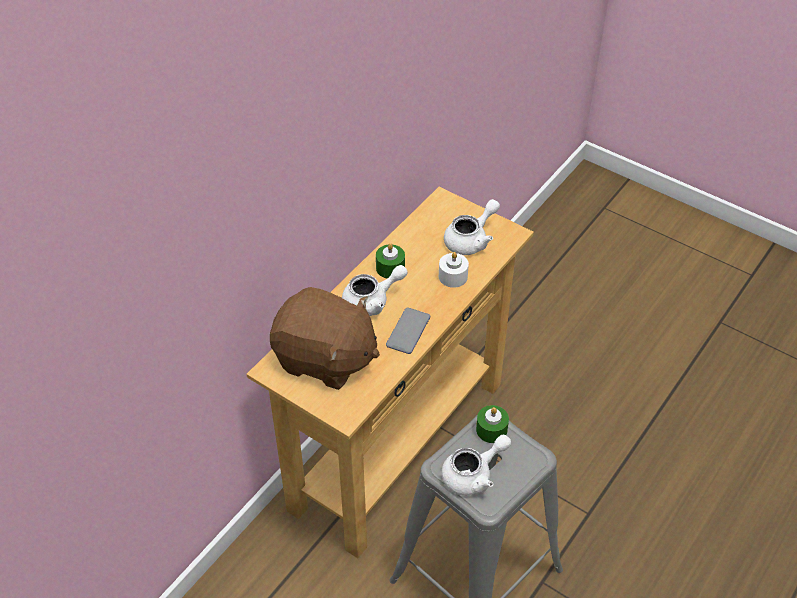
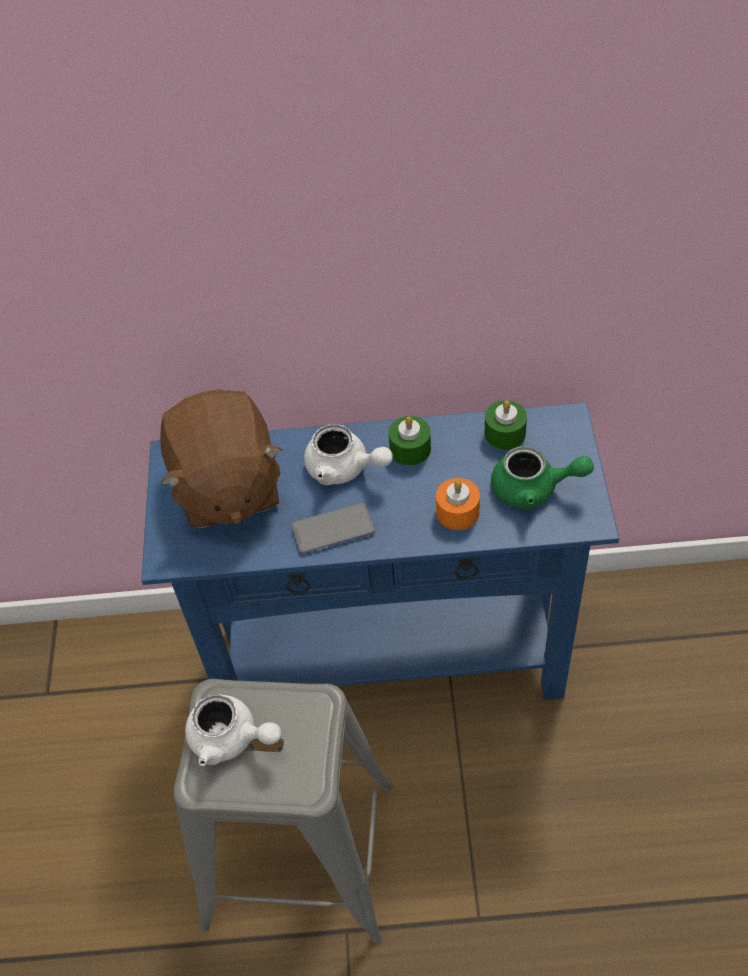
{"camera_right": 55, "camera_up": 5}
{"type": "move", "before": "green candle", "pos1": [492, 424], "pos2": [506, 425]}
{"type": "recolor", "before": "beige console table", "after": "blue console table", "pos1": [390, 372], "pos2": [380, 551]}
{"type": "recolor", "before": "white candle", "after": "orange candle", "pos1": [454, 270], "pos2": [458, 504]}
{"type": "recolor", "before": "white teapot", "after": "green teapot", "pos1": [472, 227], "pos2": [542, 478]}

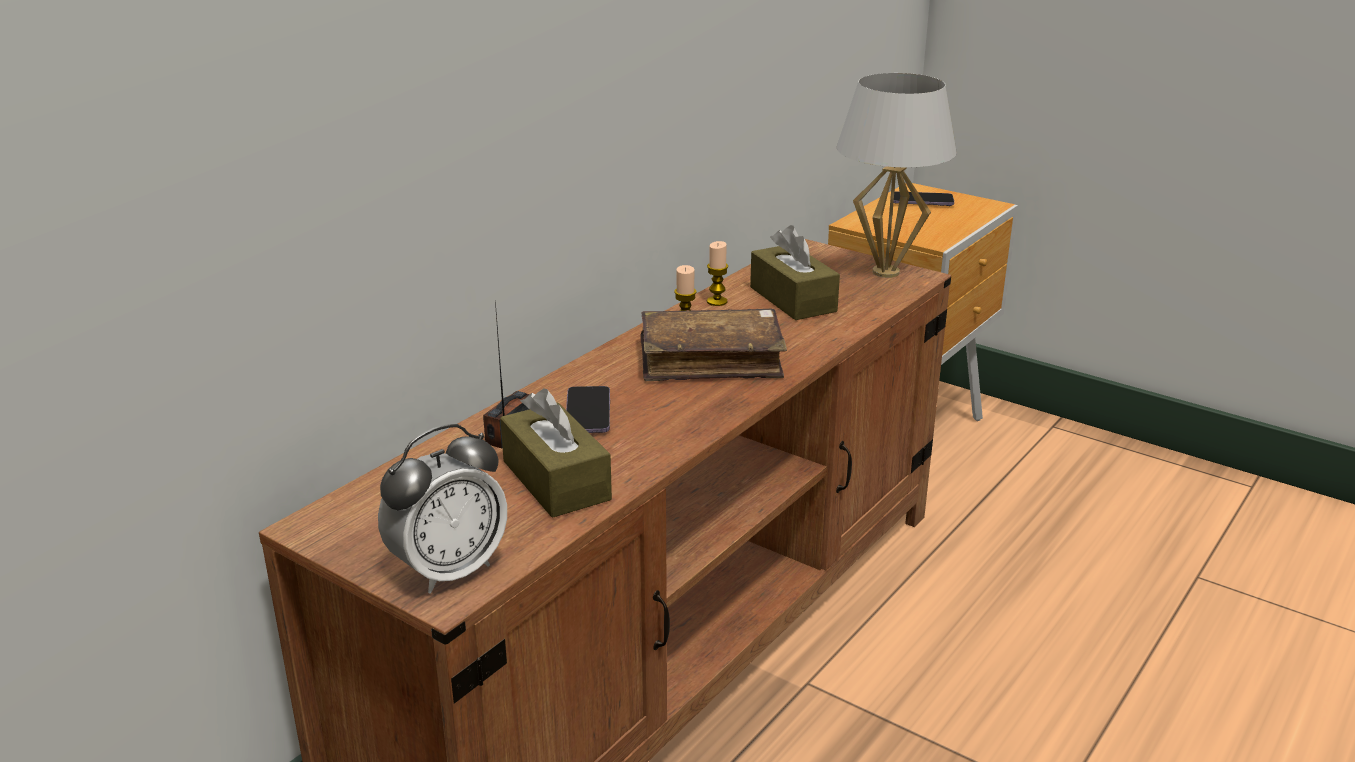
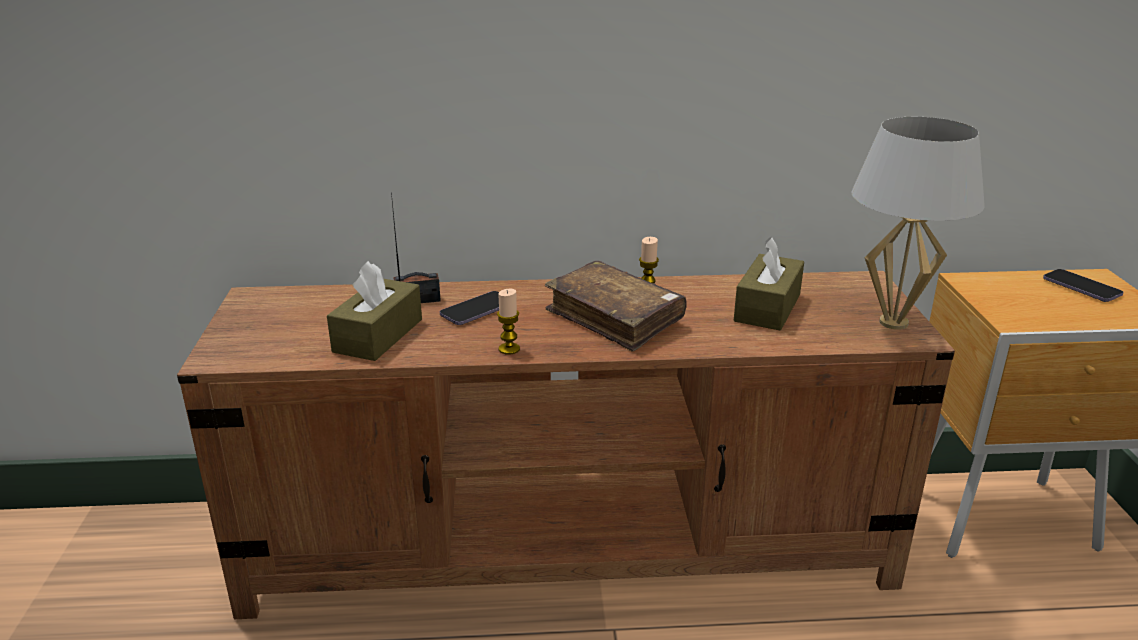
{"camera_right": 50, "camera_up": 0}
{"type": "delete", "before": "alarm clock", "pos1": [442, 509]}
{"type": "move", "before": "candle", "pos1": [717, 273], "pos2": [508, 322]}

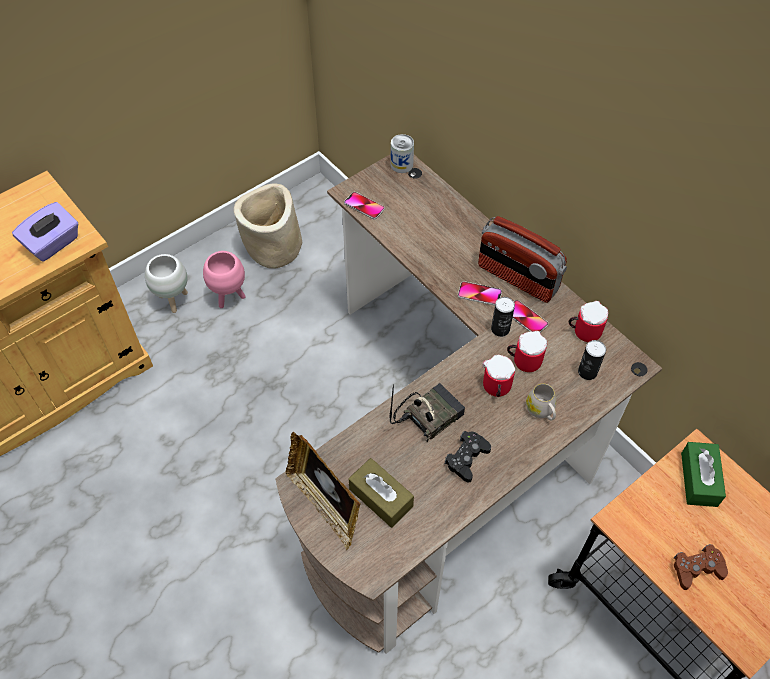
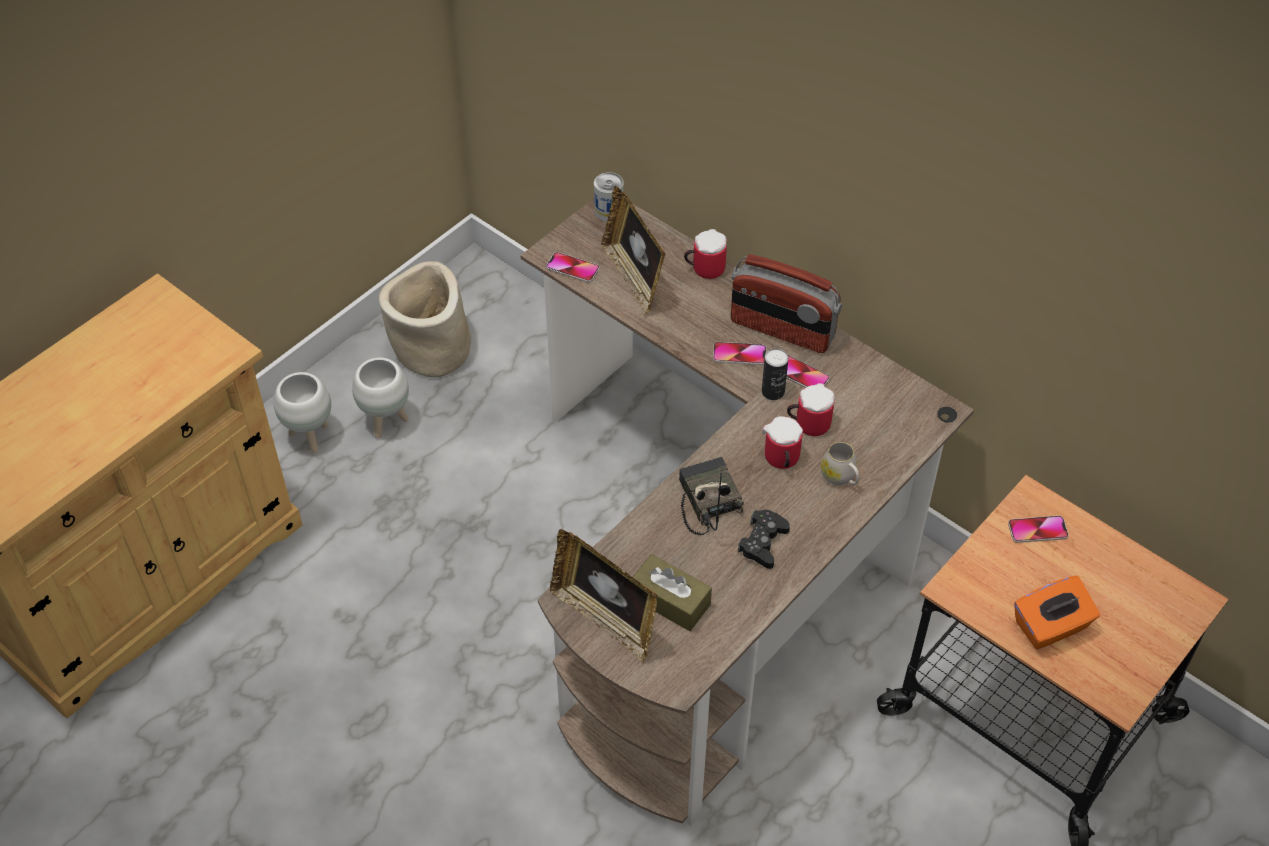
{"camera_right": -10, "camera_up": -5}
{"type": "delete", "before": "purple tissue box", "pos1": [45, 232]}
{"type": "delete", "before": "can", "pos1": [592, 360]}
{"type": "insert", "after": "picture frame", "pos2": [633, 250]}
{"type": "move", "before": "mug", "pos1": [588, 321], "pos2": [705, 254]}
{"type": "replace", "before": "brown game controller", "after": "orange tissue box", "pos1": [701, 567], "pos2": [1057, 612]}
{"type": "replace", "before": "green tissue box", "after": "phone", "pos1": [703, 474], "pos2": [1038, 529]}
{"type": "recolor", "before": "pink planter", "after": "white planter", "pos1": [224, 279], "pos2": [380, 398]}
{"type": "rotate", "before": "radio", "pos1": [427, 412], "pos2": [711, 496], "turn": -60}

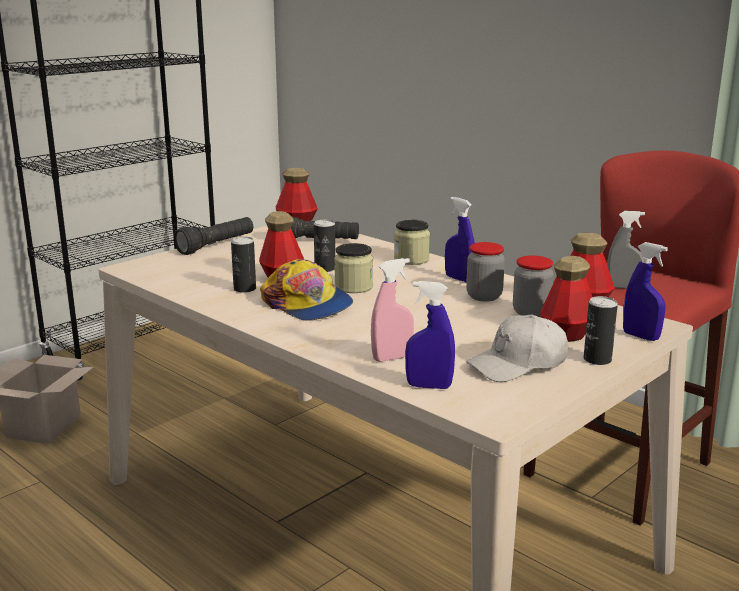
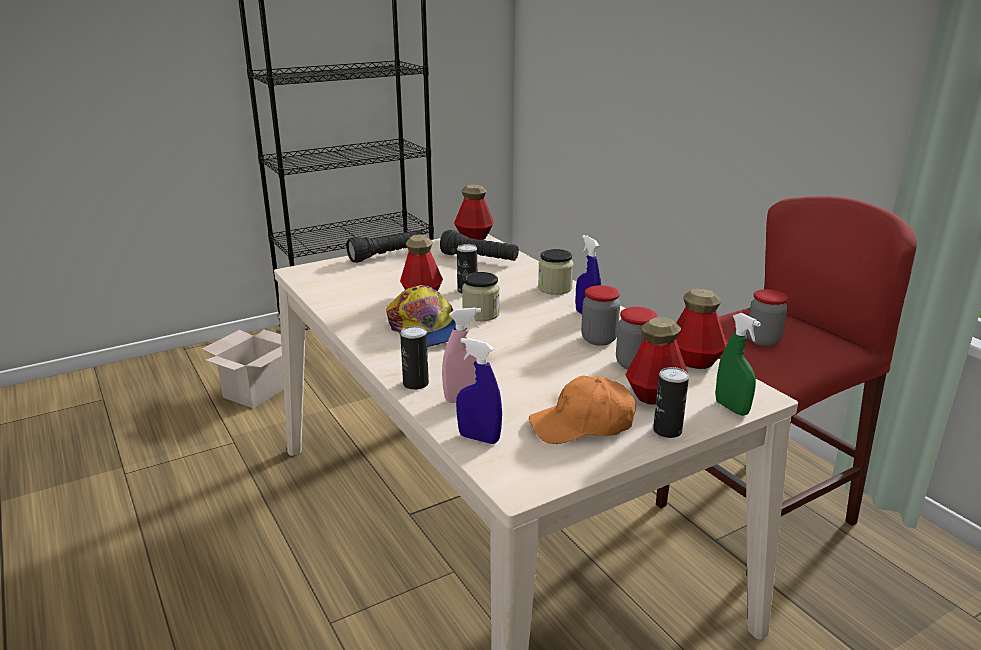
{"camera_right": 15, "camera_up": 5}
{"type": "move", "before": "can", "pos1": [243, 264], "pos2": [414, 358]}
{"type": "replace", "before": "grey spray bottle", "after": "jar", "pos1": [626, 250], "pos2": [767, 317]}
{"type": "recolor", "before": "white cap", "after": "orange cap", "pos1": [517, 348], "pos2": [582, 410]}
{"type": "recolor", "before": "blue spray bottle", "after": "green spray bottle", "pos1": [645, 291], "pos2": [738, 364]}

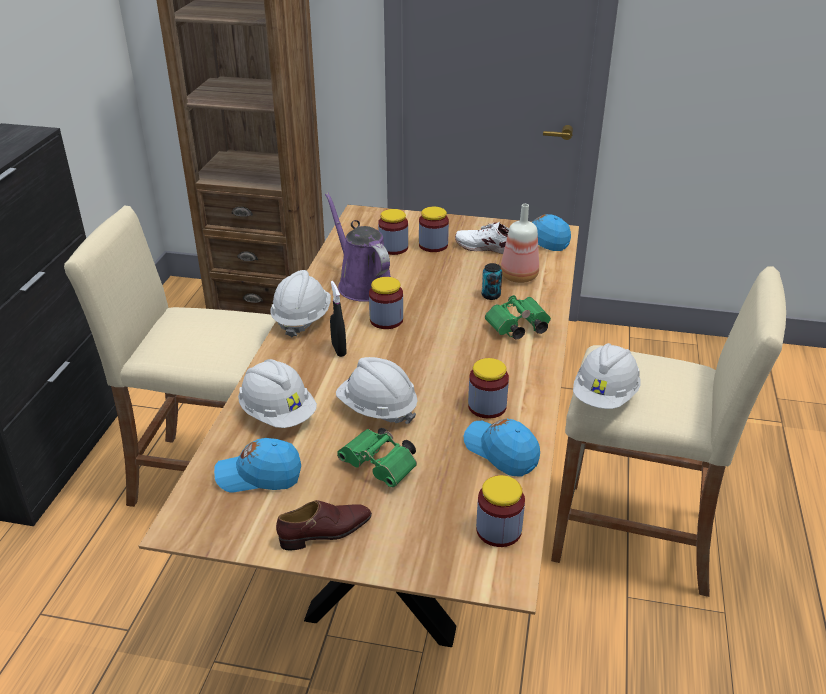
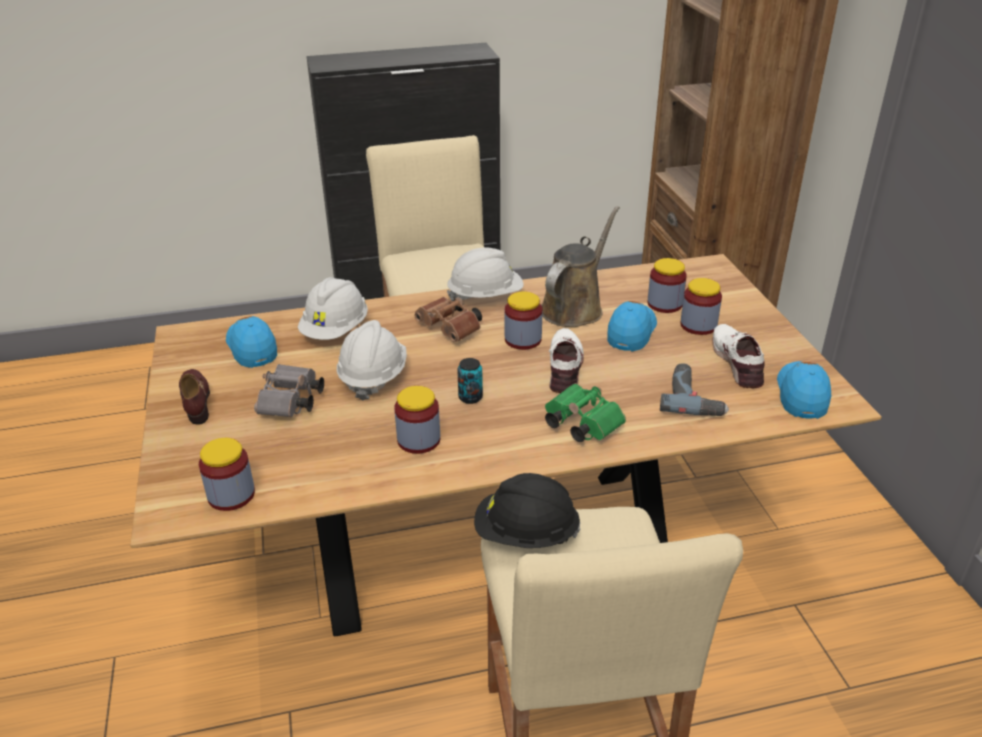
{"camera_right": 65, "camera_up": 0}
{"type": "insert", "after": "white shoe", "pos2": [566, 360]}
{"type": "move", "before": "blue cap", "pos1": [502, 447], "pos2": [632, 326]}
{"type": "move", "before": "can", "pos1": [492, 281], "pos2": [470, 381]}
{"type": "replace", "before": "black spray bottle", "after": "brown binoculars", "pos1": [338, 319], "pos2": [448, 319]}
{"type": "replace", "before": "bottle", "after": "power drill", "pos1": [520, 243], "pos2": [694, 389]}
{"type": "recolor", "before": "purple watering can", "after": "brown watering can", "pos1": [358, 247], "pos2": [580, 266]}
{"type": "recolor", "before": "green binoculars", "after": "grey binoculars", "pos1": [377, 457], "pos2": [289, 390]}
{"type": "recolor", "before": "white hard hat", "after": "black hard hat", "pos1": [607, 376], "pos2": [527, 510]}
{"type": "rotate", "before": "brown shoe", "pos1": [324, 525], "pos2": [194, 397], "turn": -150}

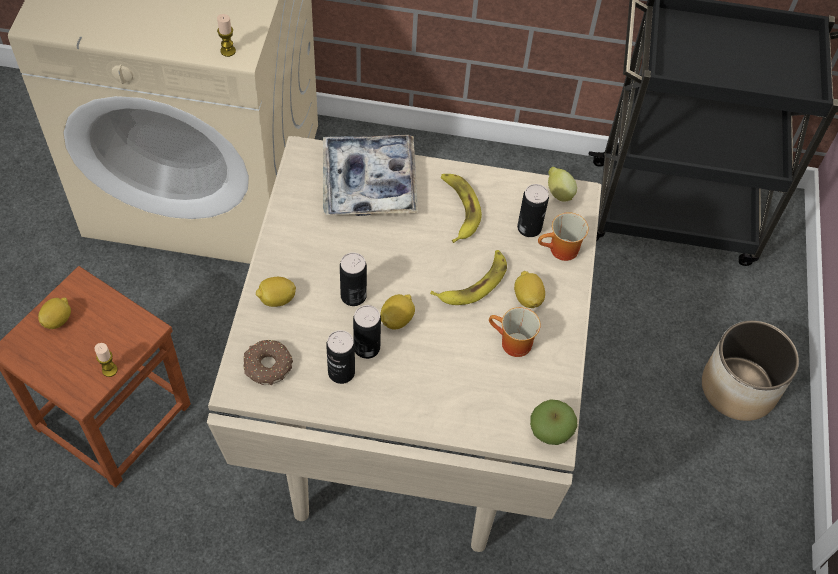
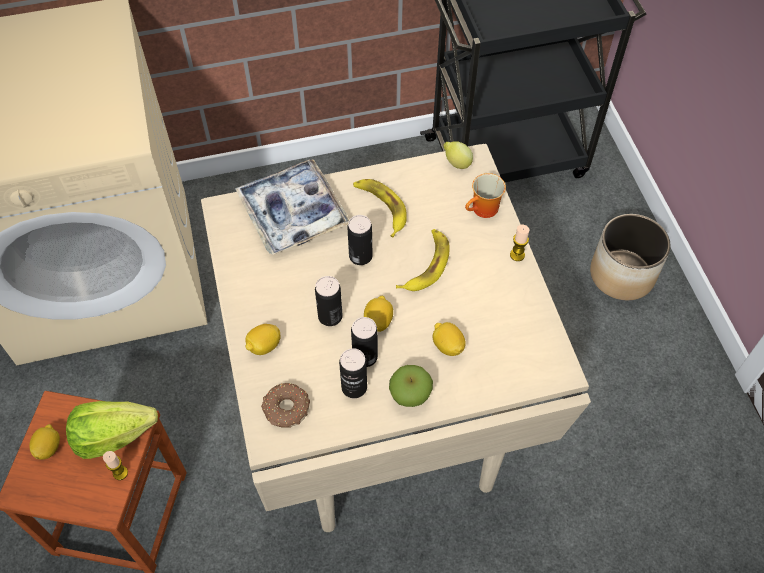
{"camera_right": -20, "camera_up": 0}
{"type": "delete", "before": "mug", "pos1": [515, 332]}
{"type": "insert", "after": "lettuce", "pos2": [112, 430]}
{"type": "move", "before": "candle", "pos1": [226, 35], "pos2": [520, 243]}
{"type": "move", "before": "lemon", "pos1": [529, 289], "pos2": [449, 339]}
{"type": "move", "before": "can", "pos1": [533, 210], "pos2": [359, 240]}
{"type": "move", "before": "apple", "pos1": [554, 422], "pos2": [411, 386]}

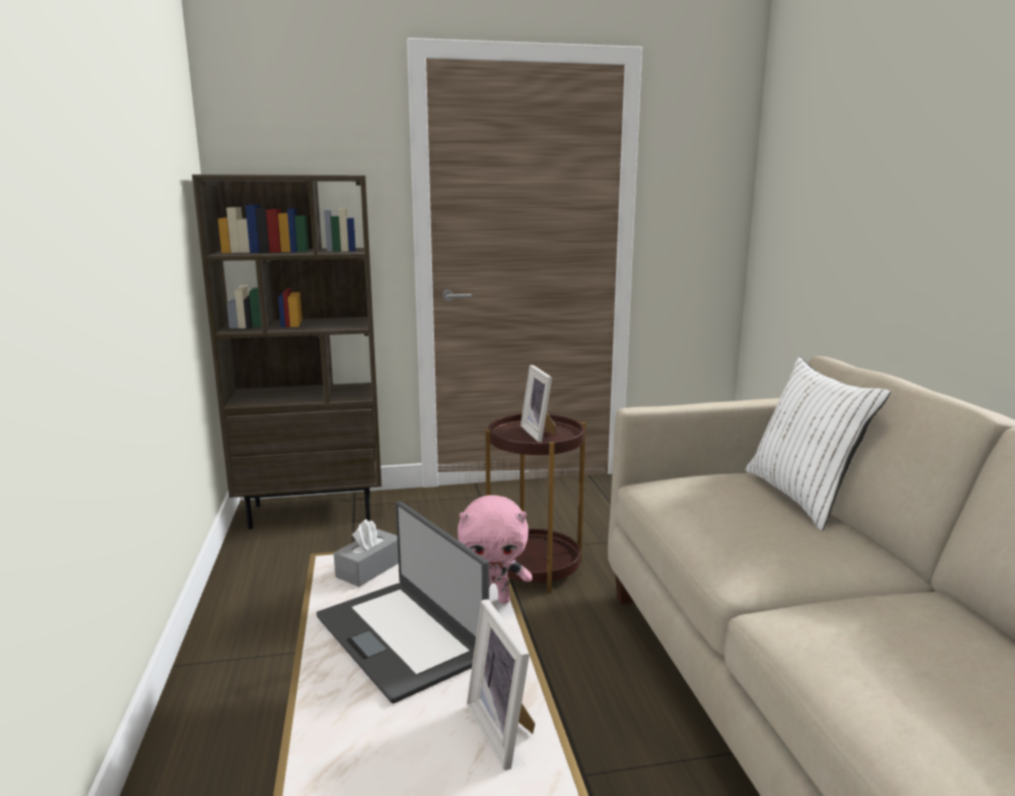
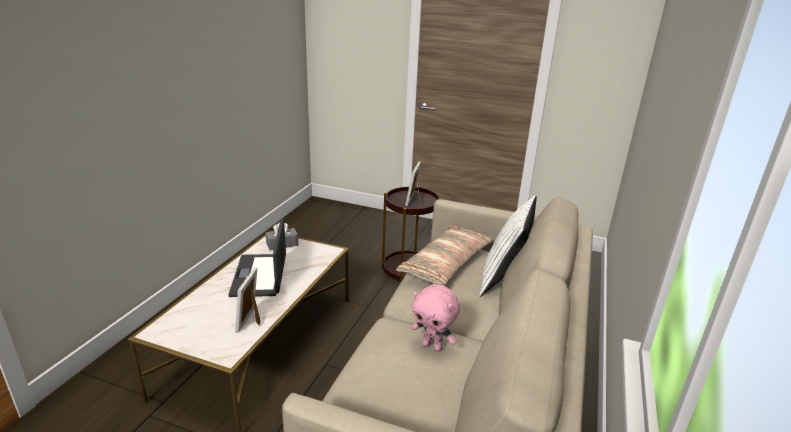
{"camera_right": 30, "camera_up": 10}
{"type": "delete", "before": "brown bookcase", "pos1": [287, 351]}
{"type": "insert", "after": "pillow", "pos2": [444, 255]}
{"type": "move", "before": "pink plush toy", "pos1": [494, 549], "pos2": [435, 318]}

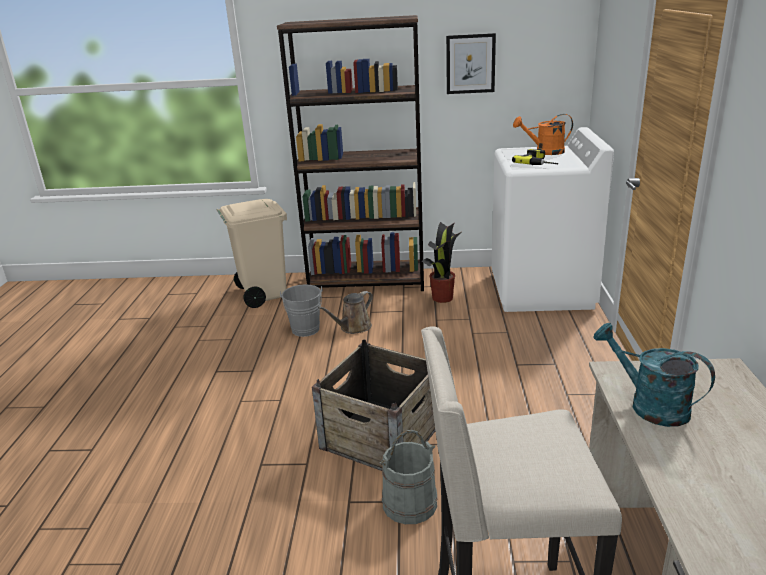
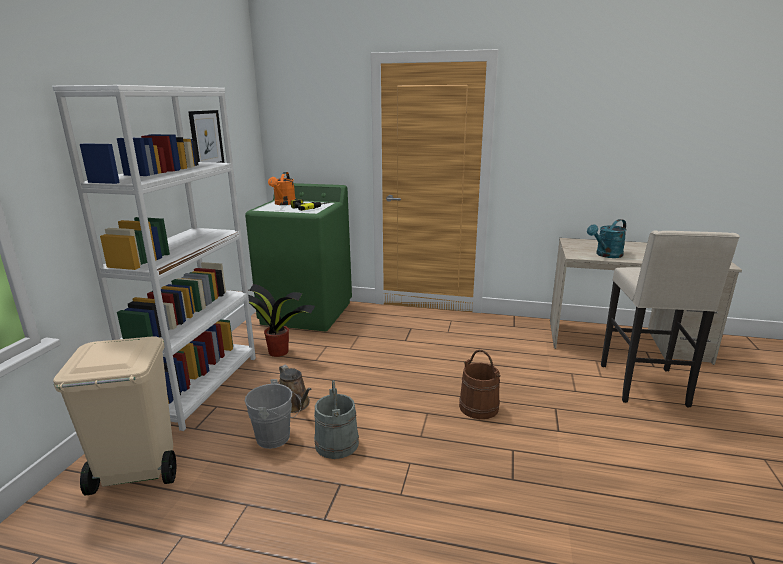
{"camera_right": -80, "camera_up": -5}
{"type": "move", "before": "grey bucket", "pos1": [409, 477], "pos2": [336, 419]}
{"type": "replace", "before": "crate", "after": "brown bucket", "pos1": [373, 405], "pos2": [480, 384]}
{"type": "recolor", "before": "brown bookcase", "after": "white bookcase", "pos1": [350, 153], "pos2": [154, 258]}
{"type": "recolor", "before": "white washing machine", "after": "green washing machine", "pos1": [553, 219], "pos2": [298, 257]}

